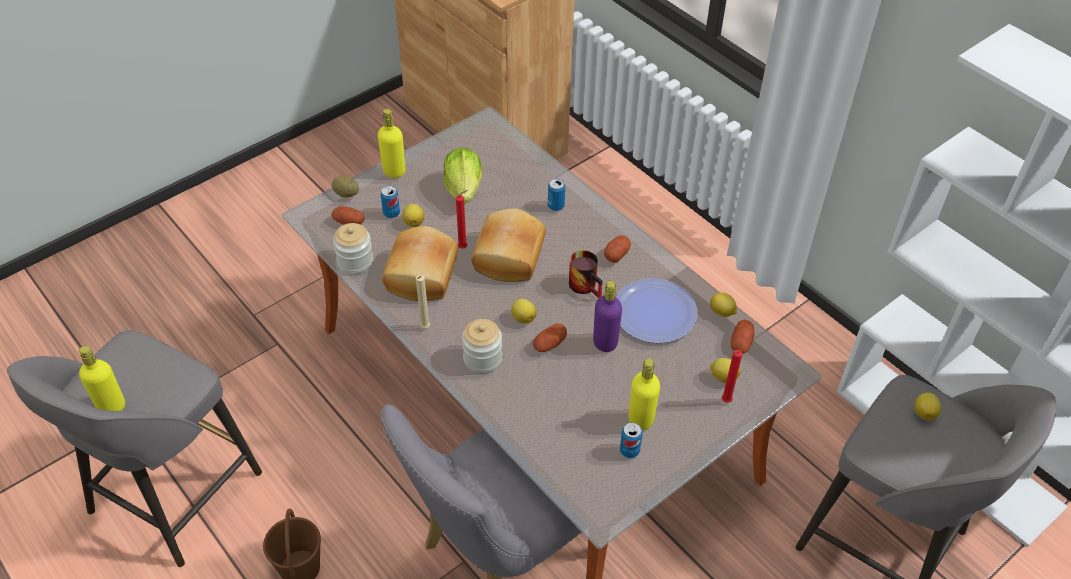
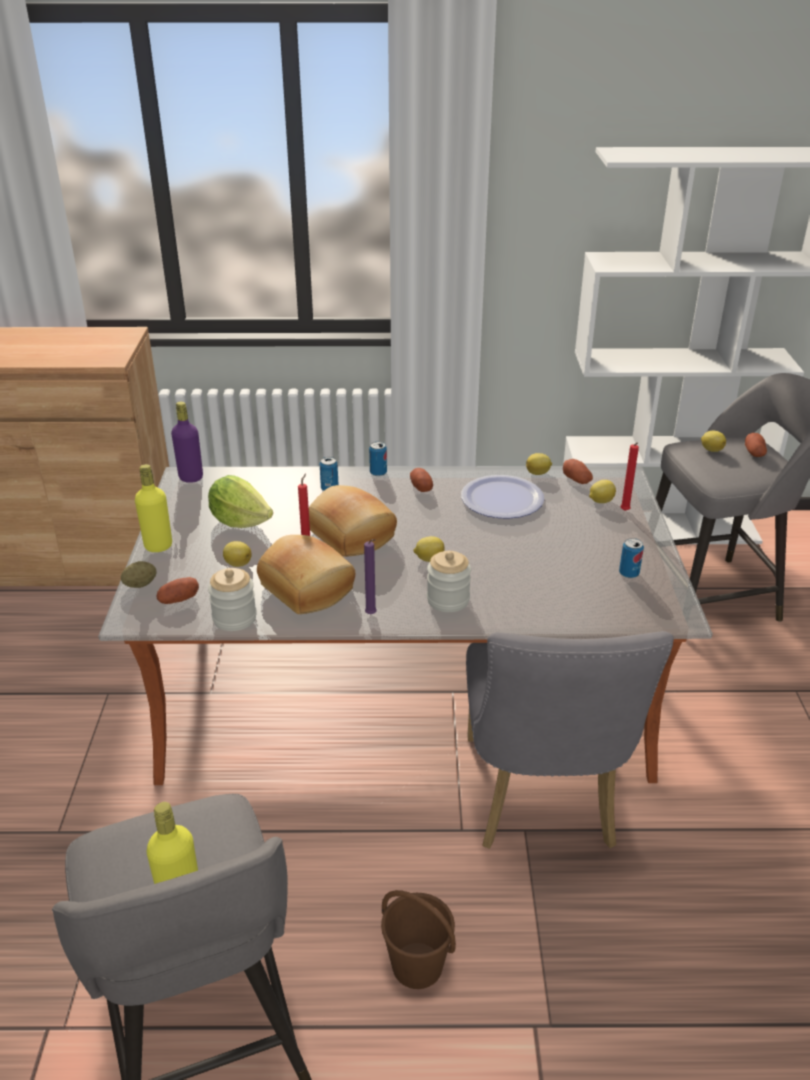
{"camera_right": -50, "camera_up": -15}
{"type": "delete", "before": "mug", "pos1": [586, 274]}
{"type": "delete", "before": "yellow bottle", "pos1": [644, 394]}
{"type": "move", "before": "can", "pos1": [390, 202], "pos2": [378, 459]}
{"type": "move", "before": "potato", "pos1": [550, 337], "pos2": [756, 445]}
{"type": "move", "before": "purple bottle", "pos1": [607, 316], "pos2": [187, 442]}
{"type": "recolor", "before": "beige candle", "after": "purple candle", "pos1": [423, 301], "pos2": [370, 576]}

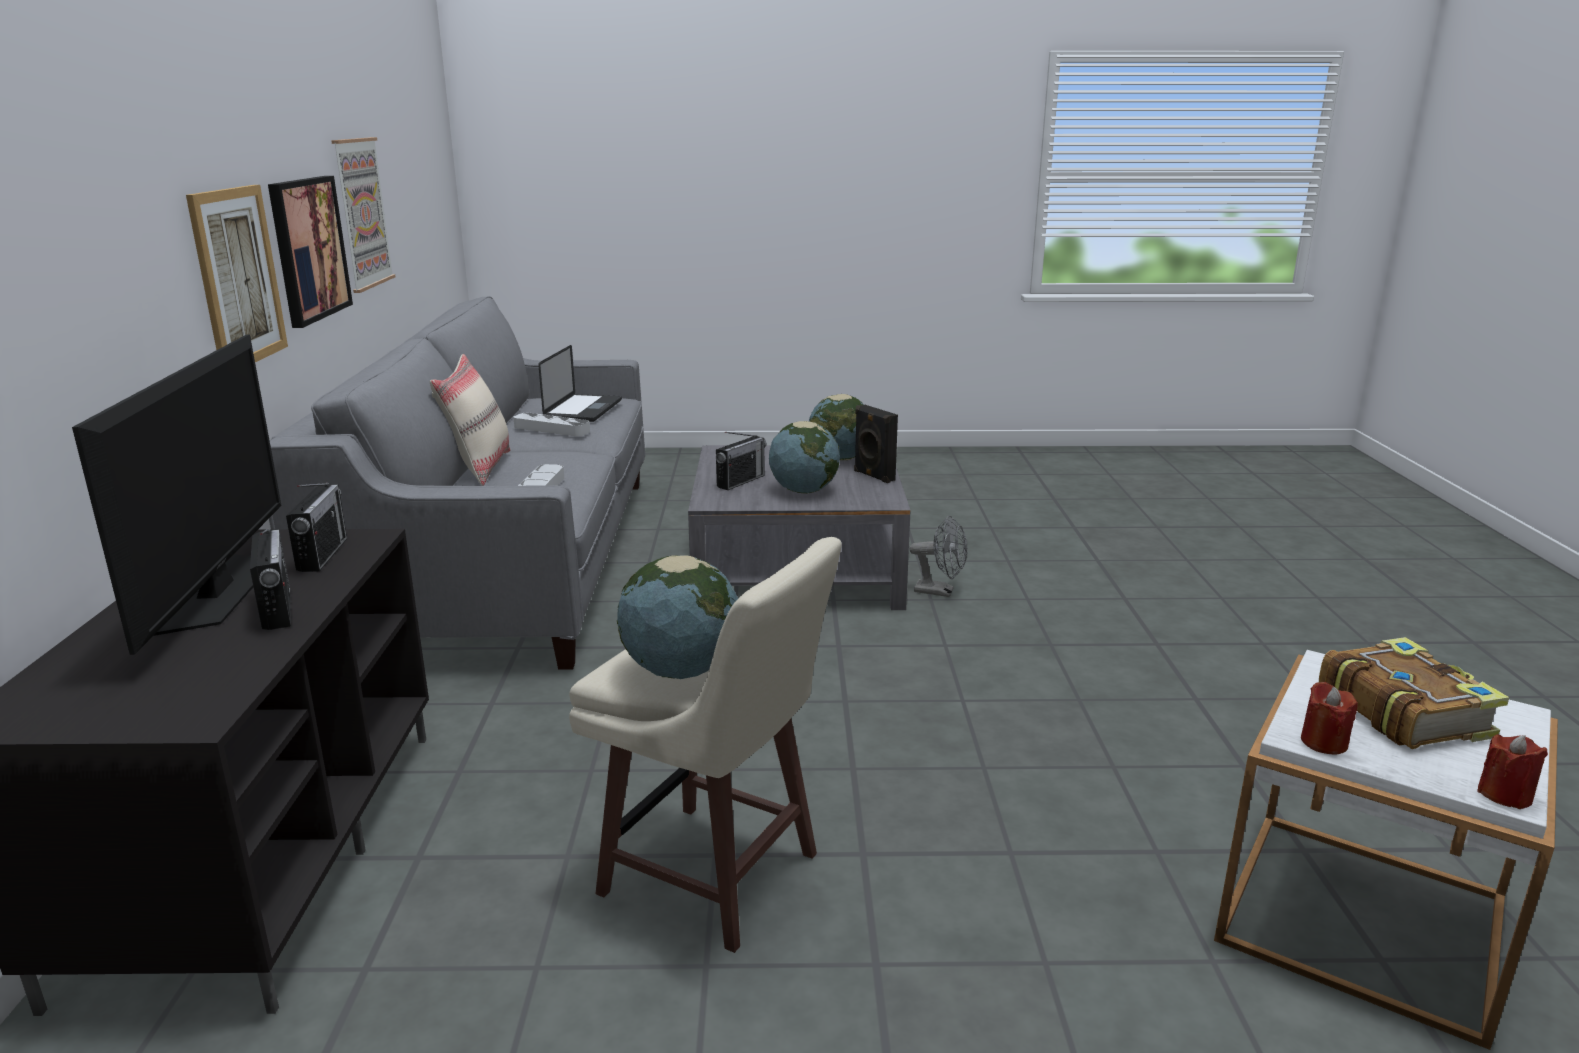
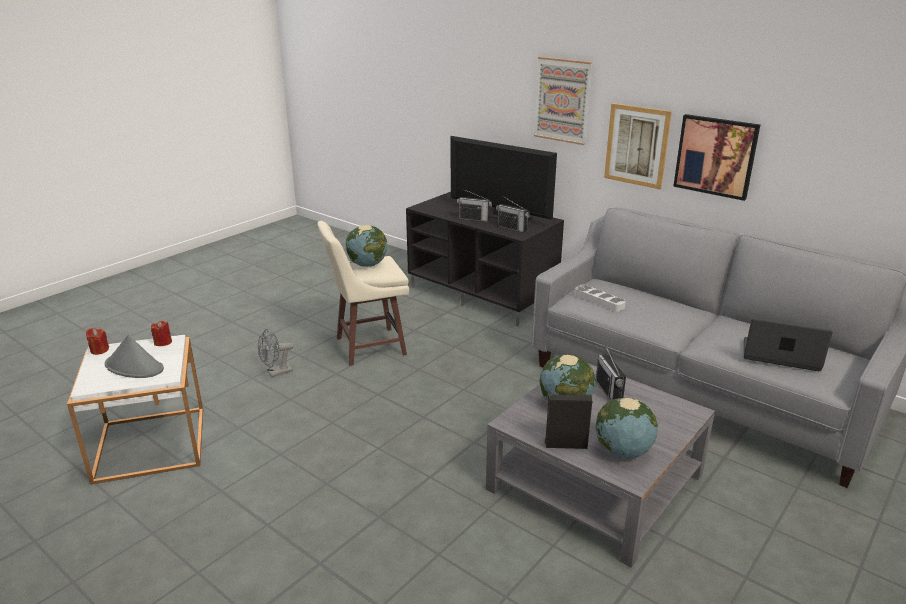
{"camera_right": 130, "camera_up": 5}
{"type": "delete", "before": "beige pillow", "pos1": [470, 420]}
{"type": "delete", "before": "grey tray", "pos1": [551, 425]}
{"type": "move", "before": "picture", "pos1": [363, 215], "pos2": [563, 101]}
{"type": "move", "before": "grey fan", "pos1": [938, 556], "pos2": [275, 353]}
{"type": "replace", "before": "book", "after": "grey hat", "pos1": [1414, 693], "pos2": [134, 356]}
{"type": "rotate", "before": "laptop", "pos1": [580, 383], "pos2": [788, 344], "turn": 150}

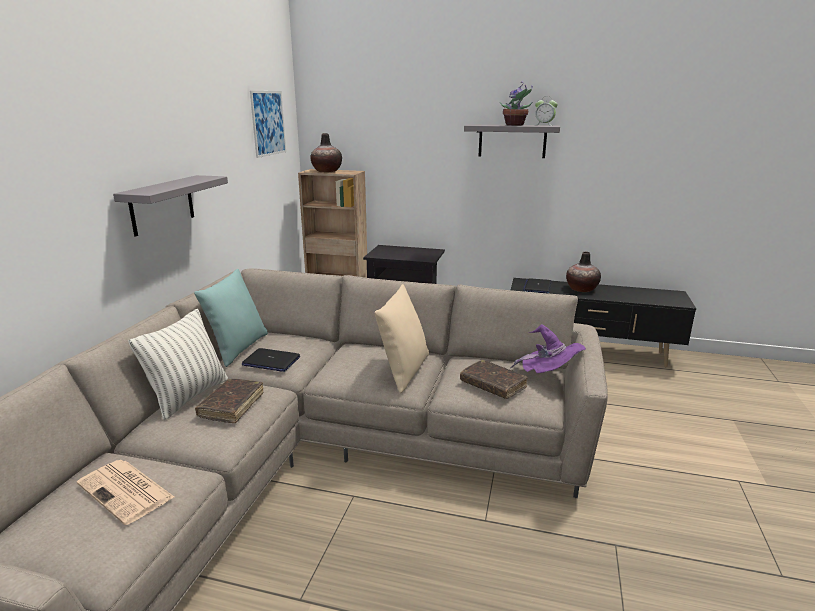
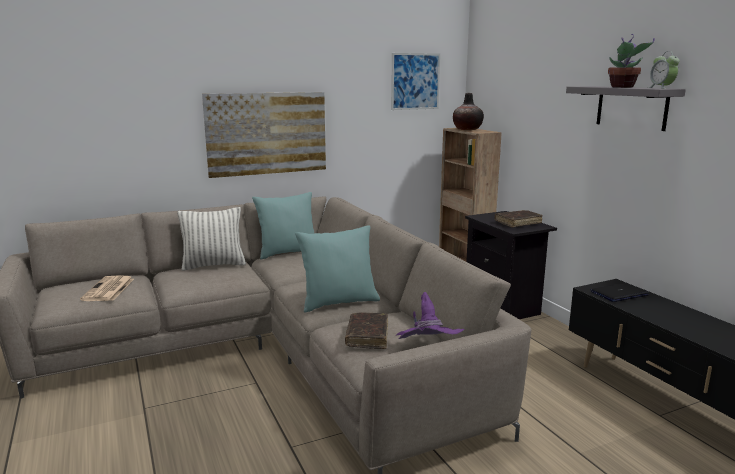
{"camera_right": 50, "camera_up": -5}
{"type": "delete", "before": "laptop", "pos1": [271, 360]}
{"type": "delete", "before": "vase", "pos1": [583, 272]}
{"type": "move", "before": "brown book", "pos1": [229, 401], "pos2": [519, 219]}
{"type": "replace", "before": "grey shelf", "after": "picture", "pos1": [170, 206], "pos2": [264, 135]}
{"type": "recolor", "before": "beige pillow", "after": "turquoise pillow", "pos1": [402, 338], "pos2": [337, 269]}

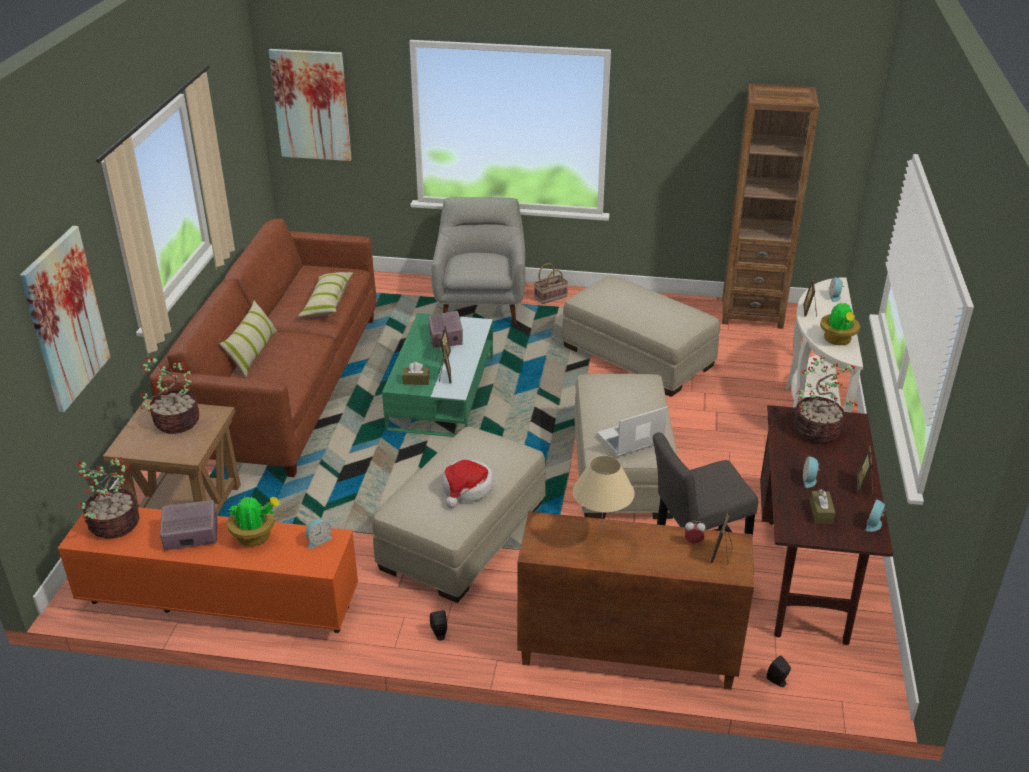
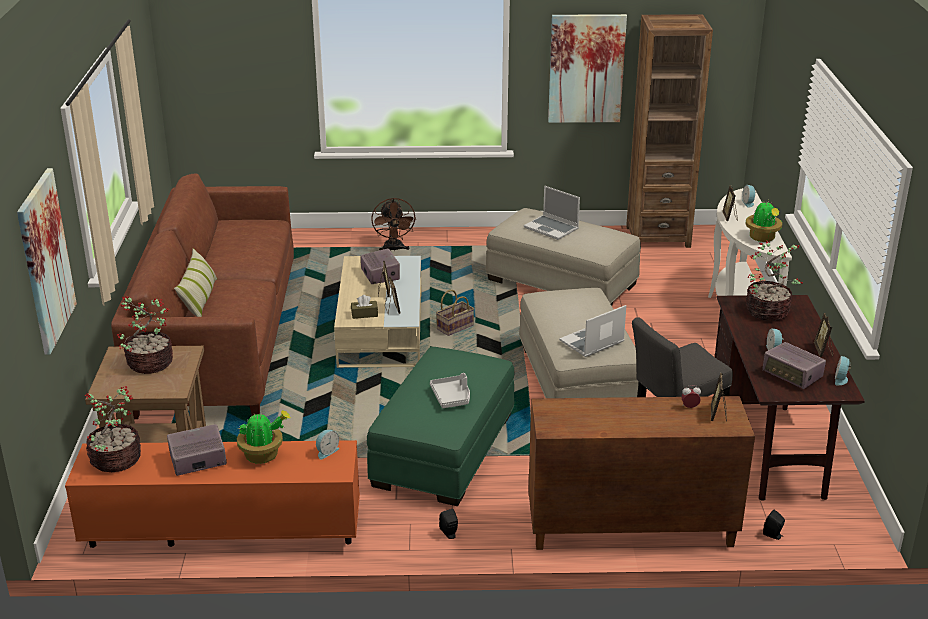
{"camera_right": -10, "camera_up": -5}
{"type": "delete", "before": "pillow", "pos1": [326, 294]}
{"type": "delete", "before": "beige table lamp", "pos1": [604, 497]}
{"type": "insert", "after": "laptop", "pos2": [552, 213]}
{"type": "move", "before": "picture", "pos1": [310, 105], "pos2": [587, 68]}
{"type": "move", "before": "basket", "pos1": [551, 283], "pos2": [455, 312]}
{"type": "replace", "before": "grey armchair", "after": "brown fan", "pos1": [478, 260], "pos2": [393, 225]}
{"type": "replace", "before": "hat", "after": "grey tray", "pos1": [468, 484], "pos2": [450, 390]}
{"type": "replace", "before": "brown tissue box", "after": "radio", "pos1": [823, 506], "pos2": [794, 365]}
{"type": "recolor", "before": "beige ottoman", "after": "green ottoman", "pos1": [459, 515], "pos2": [440, 426]}
{"type": "recolor", "before": "green coffee table", "after": "beige coffee table", "pos1": [437, 375], "pos2": [378, 312]}

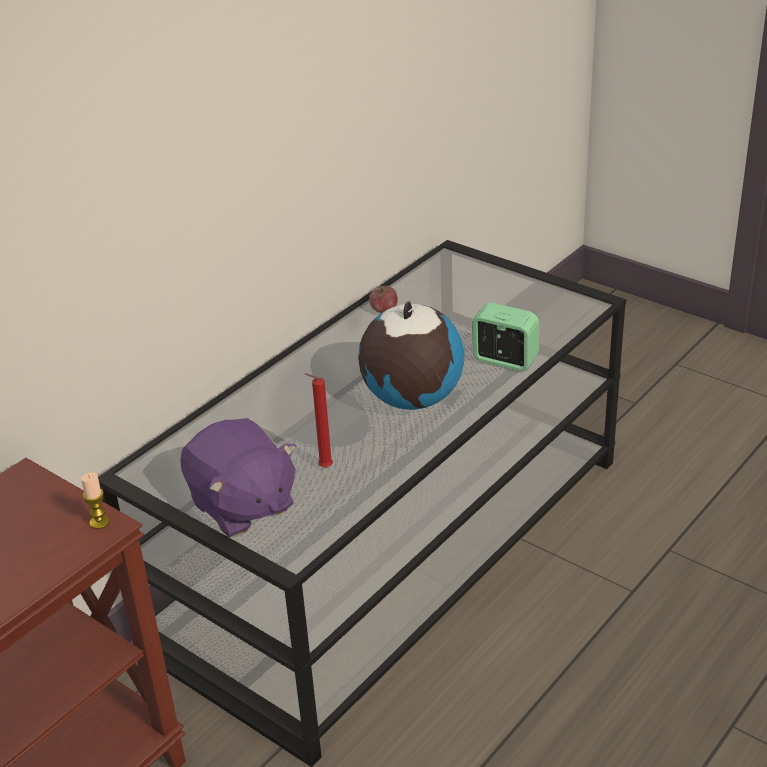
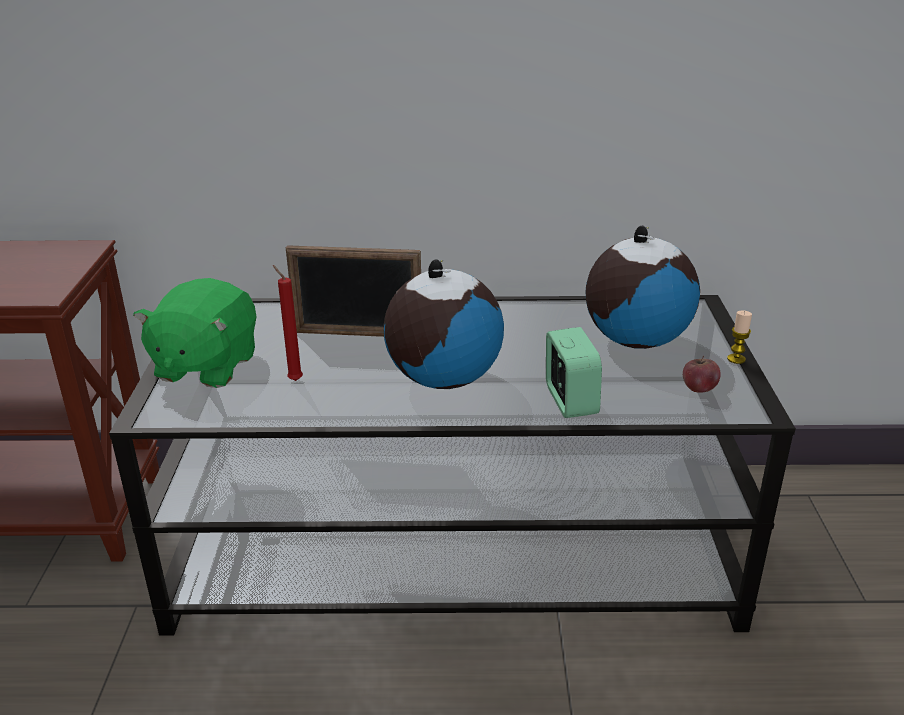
{"camera_right": 50, "camera_up": -5}
{"type": "insert", "after": "picture frame", "pos2": [353, 291]}
{"type": "insert", "after": "globe", "pos2": [643, 287]}
{"type": "move", "before": "candle", "pos1": [95, 500], "pos2": [739, 337]}
{"type": "move", "before": "apple", "pos1": [383, 299], "pos2": [702, 374]}
{"type": "recolor", "before": "purple plush toy", "after": "green plush toy", "pos1": [238, 477], "pos2": [195, 333]}

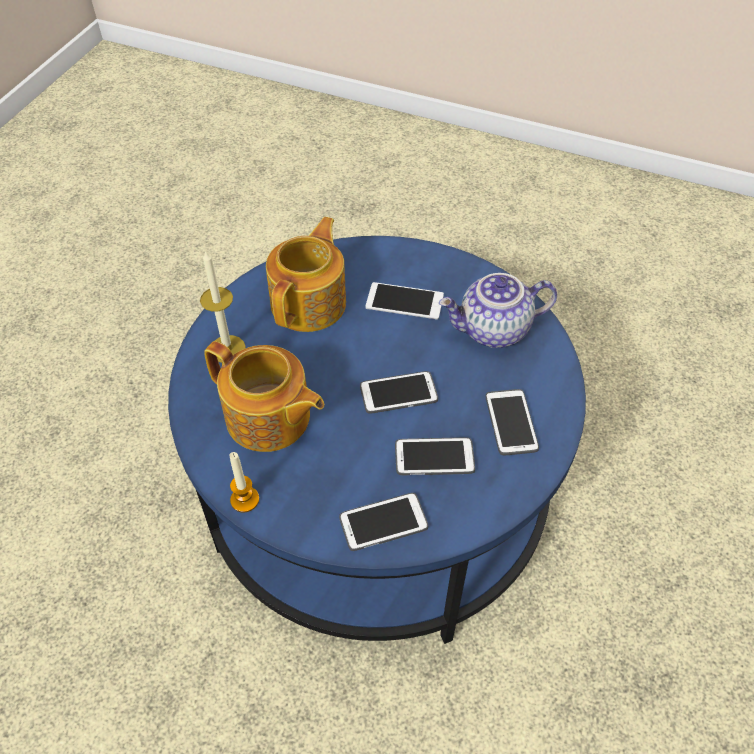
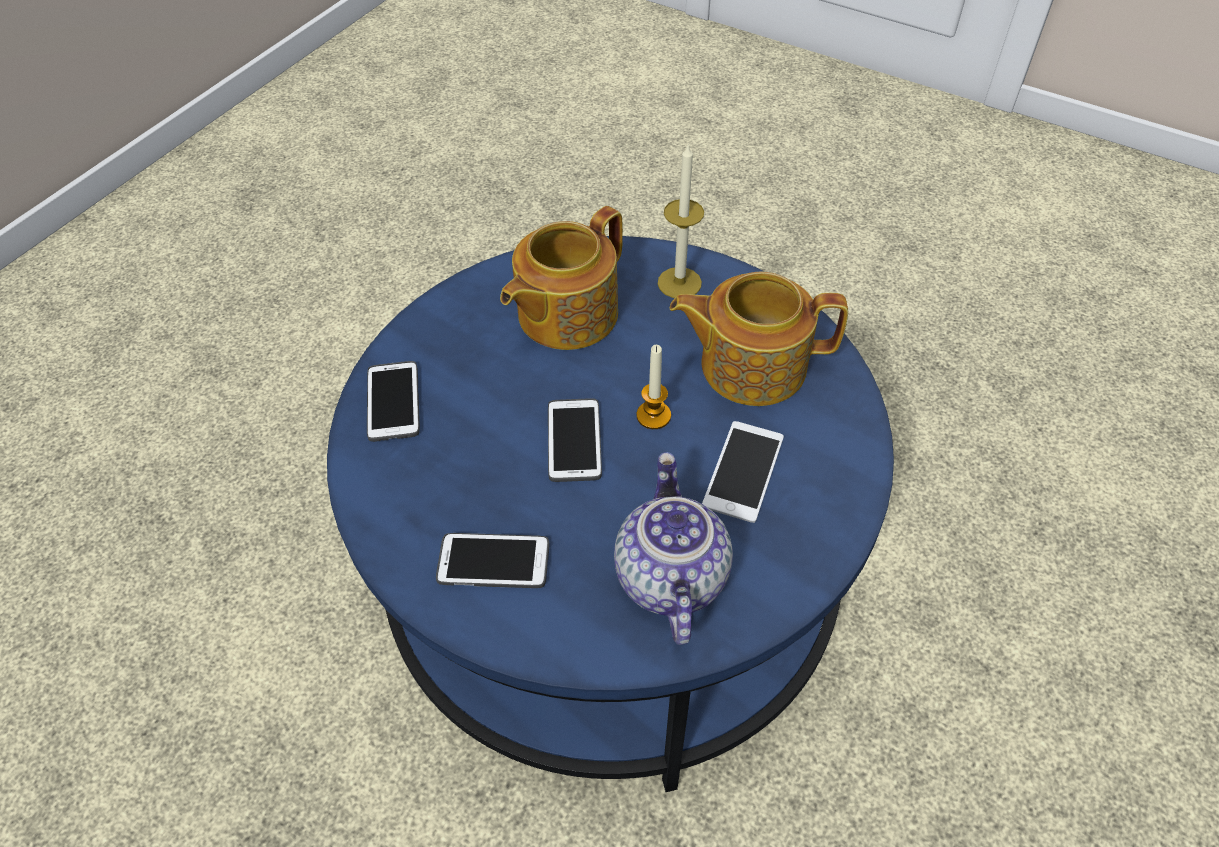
{"camera_right": 100, "camera_up": 0}
{"type": "delete", "before": "phone", "pos1": [435, 456]}
{"type": "move", "before": "candle", "pos1": [244, 482], "pos2": [653, 387]}
{"type": "rotate", "before": "teapot", "pos1": [306, 274], "pos2": [759, 338], "turn": 150}

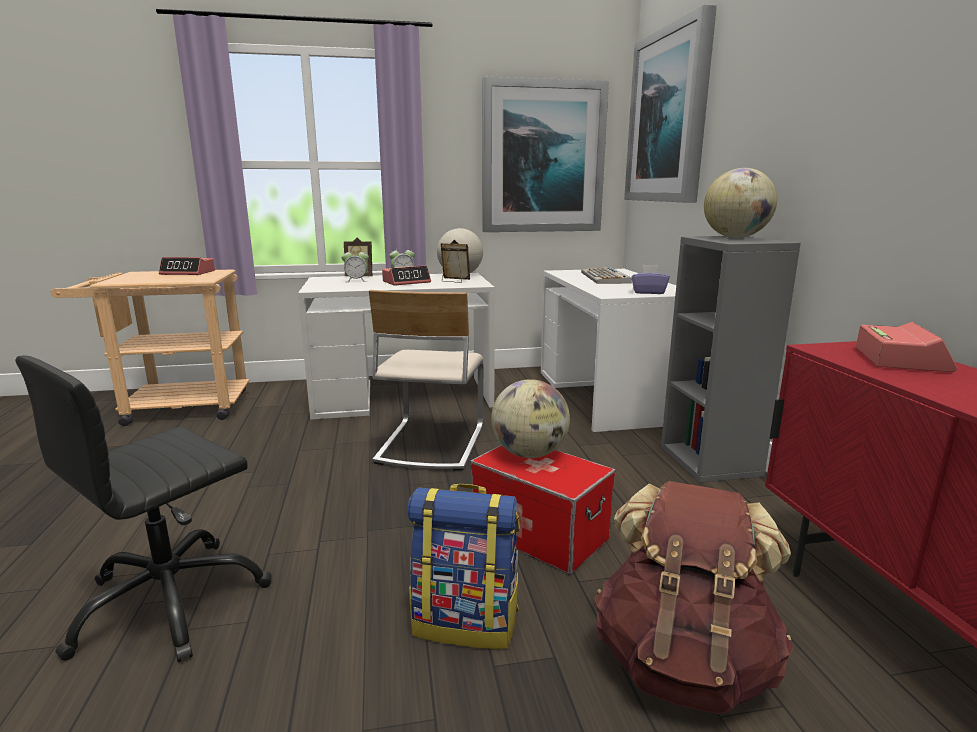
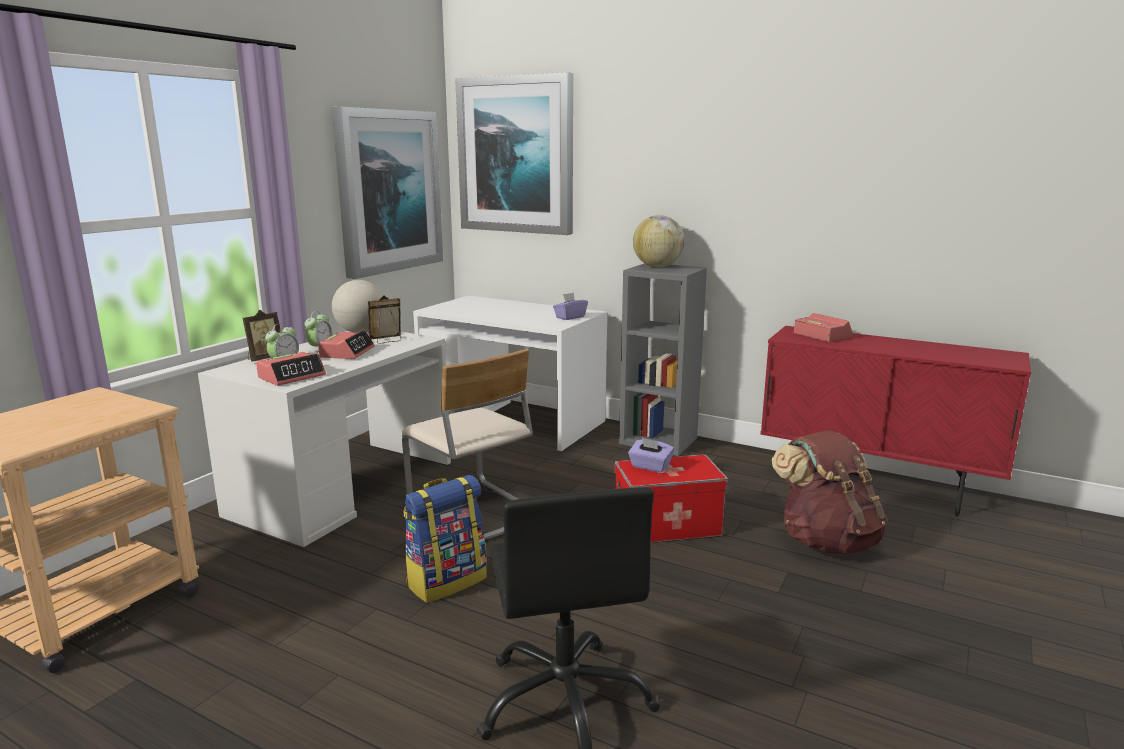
{"camera_right": -50, "camera_up": 0}
{"type": "delete", "before": "keyboard", "pos1": [606, 275]}
{"type": "move", "before": "alarm clock", "pos1": [187, 266], "pos2": [291, 369]}
{"type": "move", "before": "backpack", "pos1": [464, 566], "pos2": [445, 539]}
{"type": "replace", "before": "globe", "after": "purple tissue box", "pos1": [530, 418], "pos2": [651, 455]}

